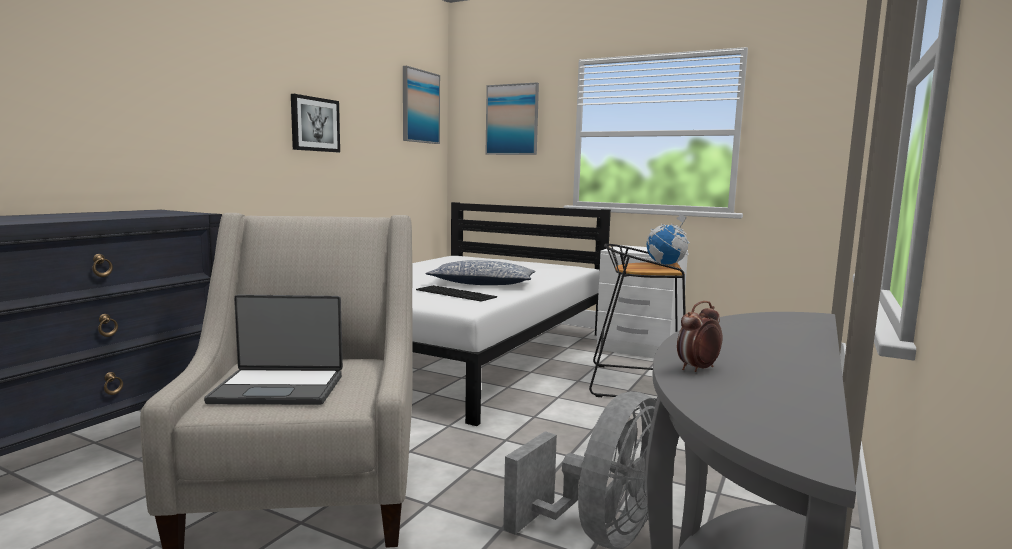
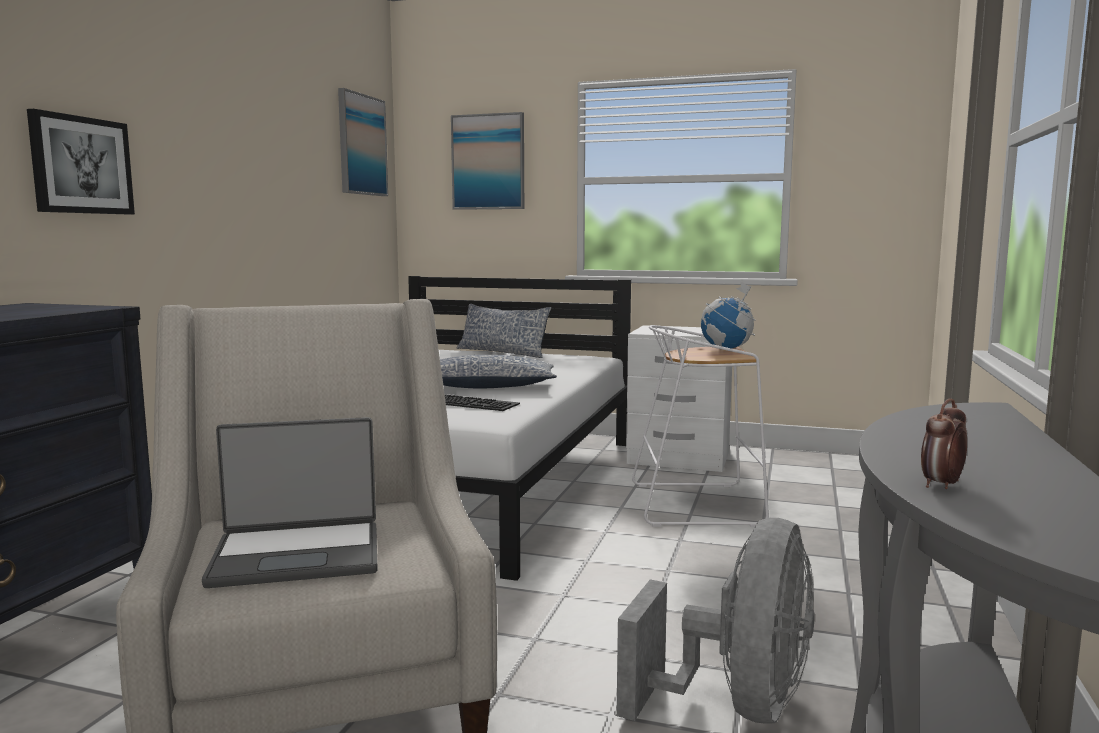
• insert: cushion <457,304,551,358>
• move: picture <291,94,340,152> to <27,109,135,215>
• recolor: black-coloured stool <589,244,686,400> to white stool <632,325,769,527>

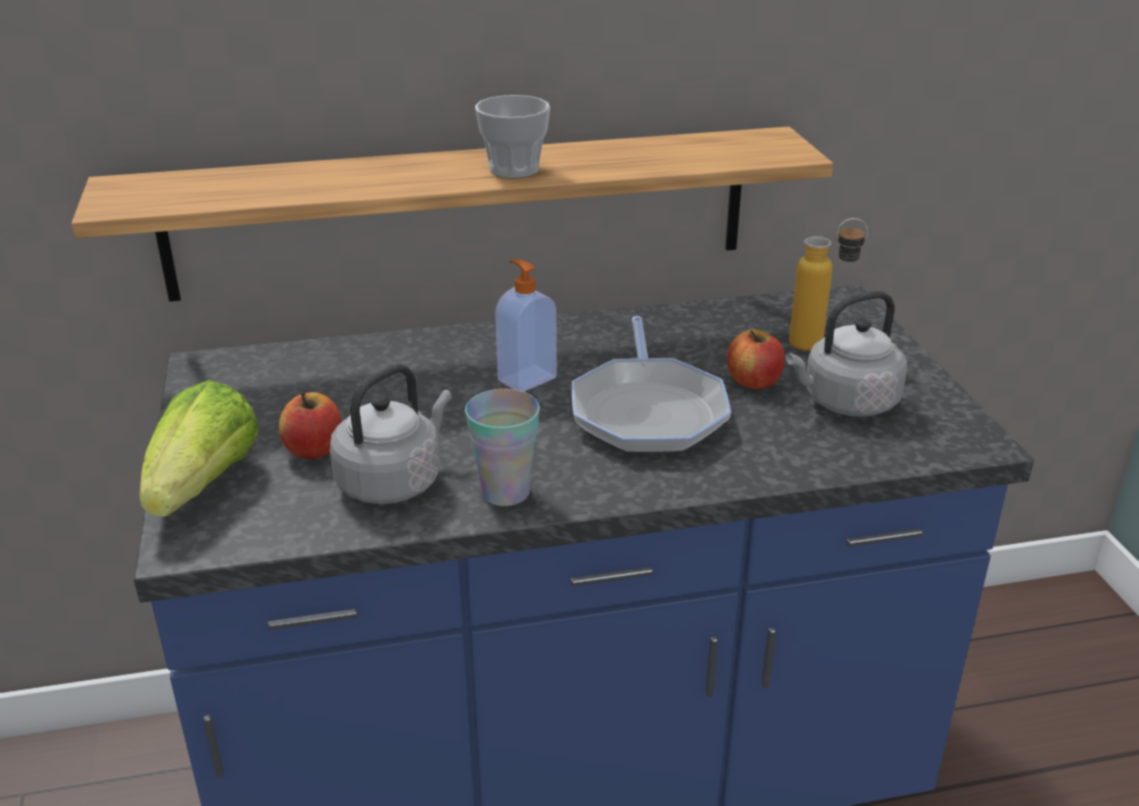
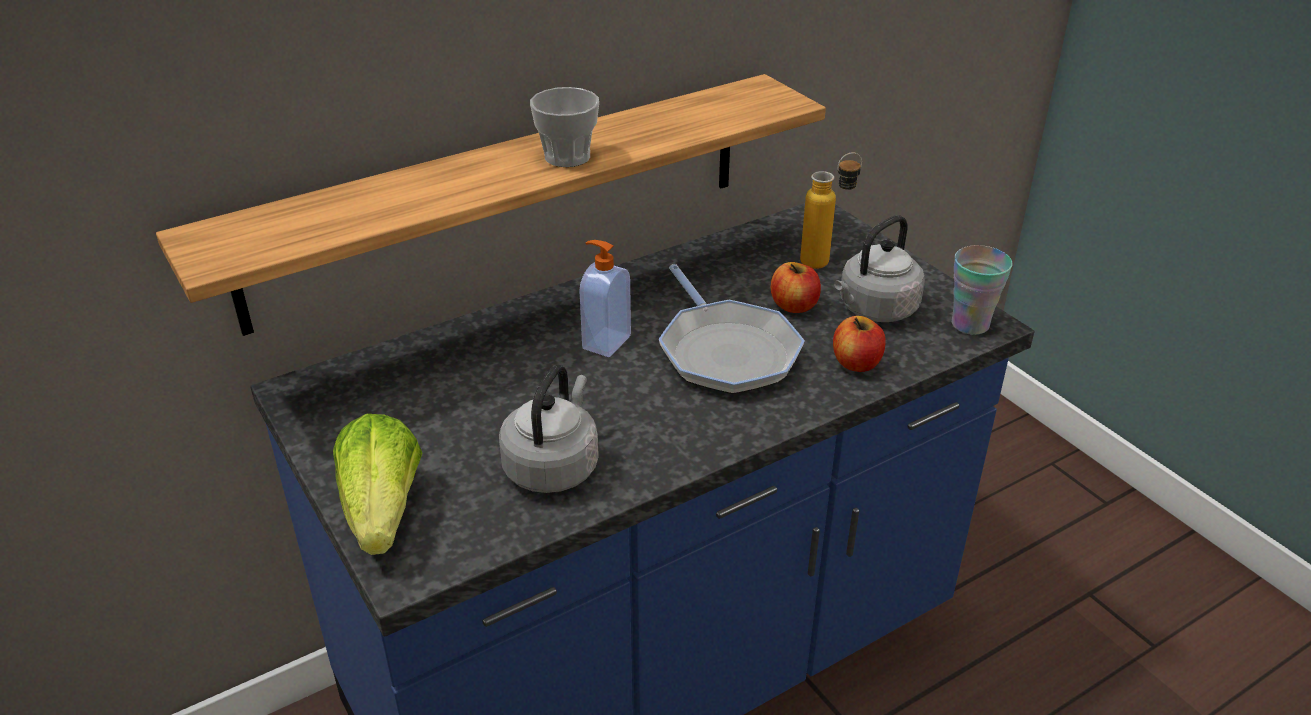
• move: apple fruit <279,392,342,459> to <833,316,886,372>
• move: drinking cup <465,389,540,506> to <952,245,1013,335>

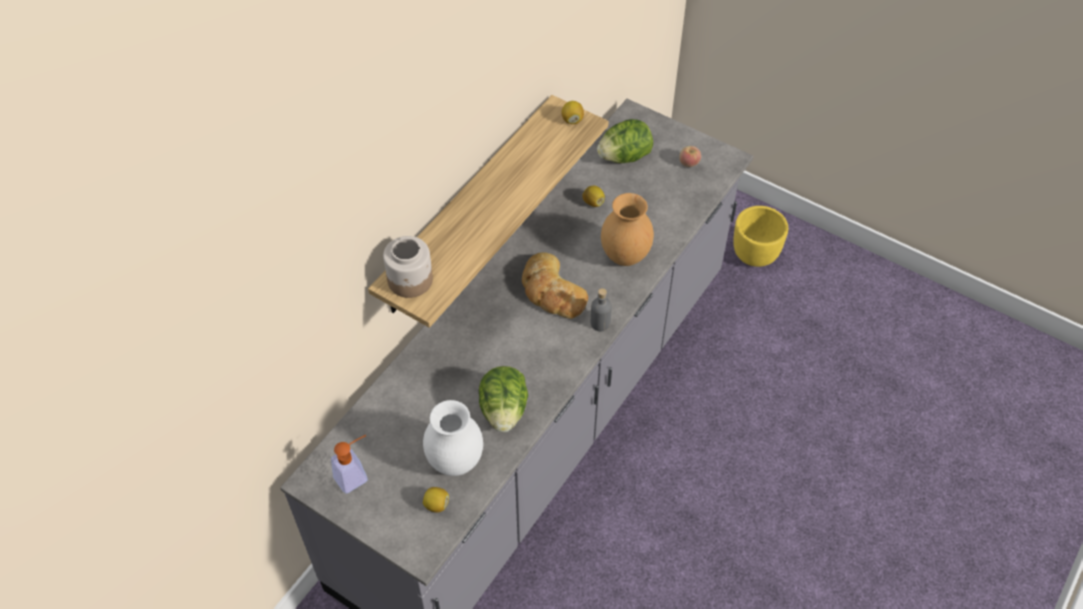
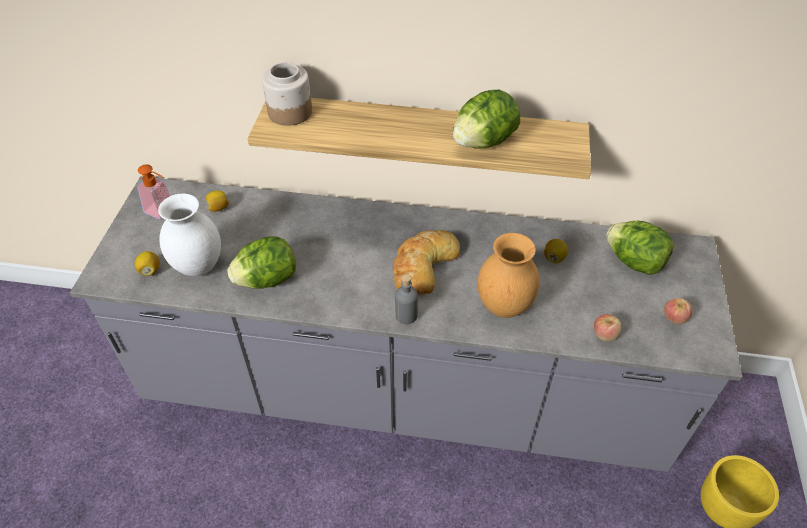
• insert: lettuce head <453,90,520,148>
• insert: apple fruit <594,314,621,341>
• move: lemon <561,101,584,124> to <206,190,229,212>

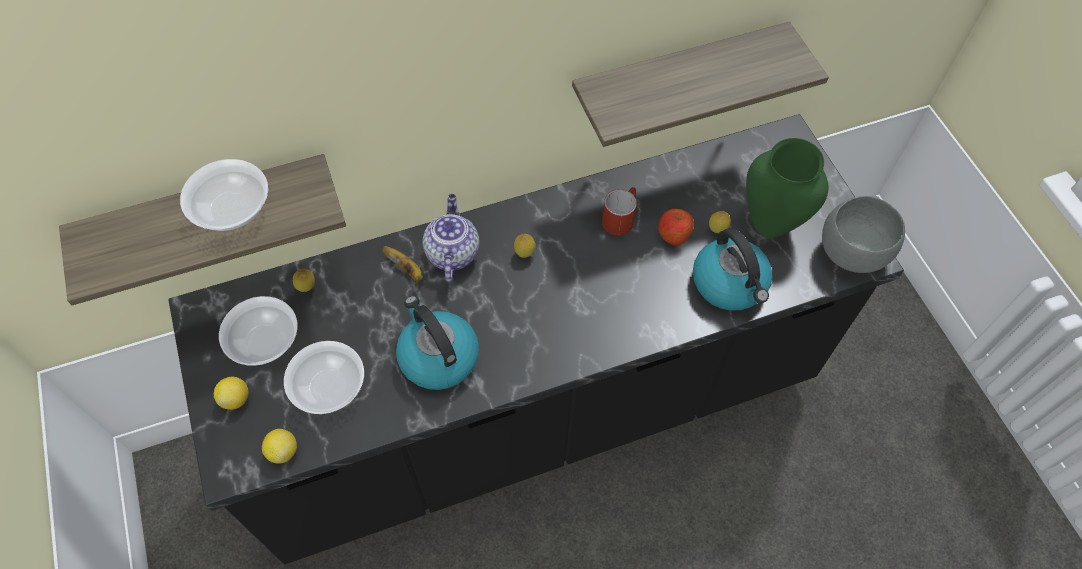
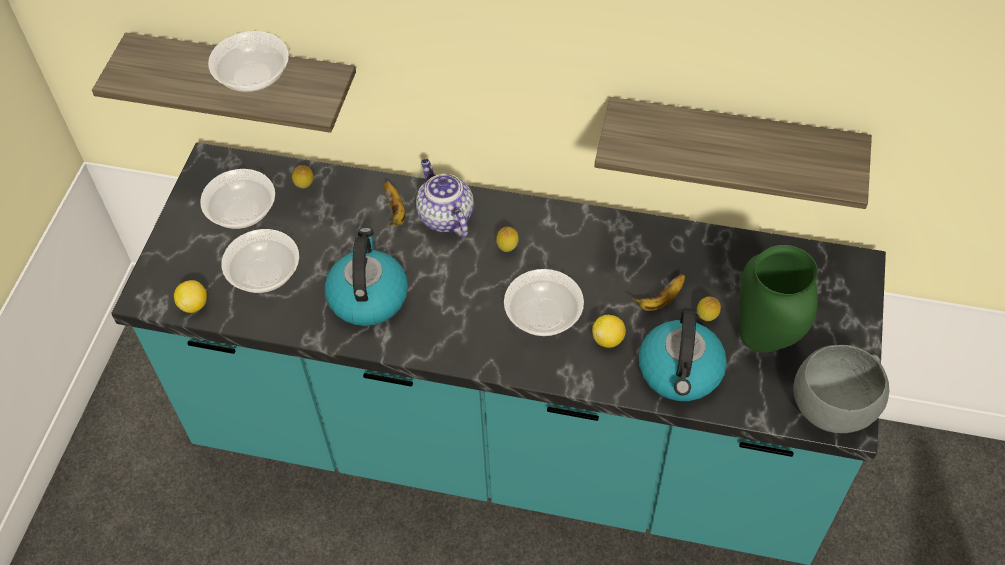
• delete: red-coloured mug <602,187,637,236>
• insert: serving bowl <504,269,584,336>
• move: lemon <214,377,248,410> to <592,315,626,348>
• replace: apple fruit <659,209,694,246> to whole banana <631,274,685,311>
• recolor: black-coloured kitchen counter <168,114,904,565> to turquoise-coloured kitchen counter <111,142,886,565>
• rotate: pot for tea <423,194,479,282> = <416,159,474,238> 60 degrees counterclockwise

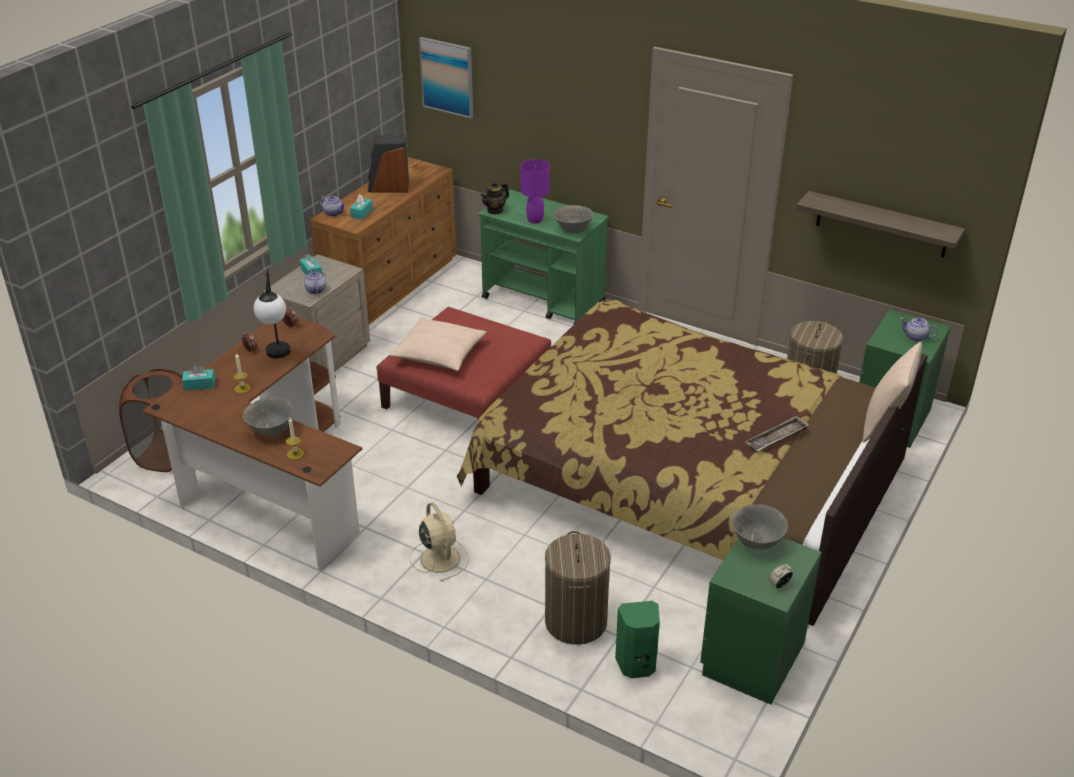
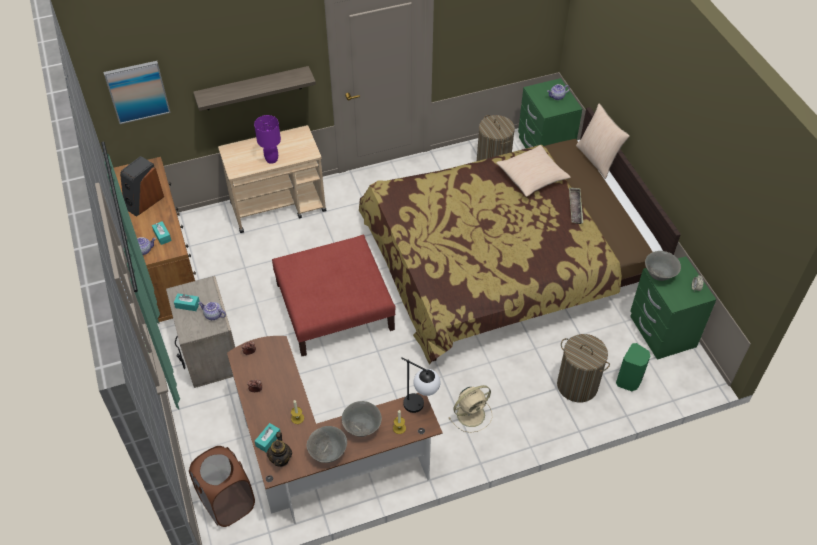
• move: tabletop lamp <254,269,290,358> to <401,357,441,413>
• move: sand-coloured cushion <390,317,487,371> to <496,145,571,197>
• move: pot for tea <481,181,509,215> to <266,432,292,467>
• move: gray serving bowl <554,205,594,233> to <306,426,347,463>
• move: shelf <796,191,965,258> to <193,66,316,111>
• recolor: green wheeled cart <479,190,609,324> to sand-coloured wheeled cart <218,125,326,233>
• rotate: sand-coloured cooling fan <410,502,469,582> = <448,385,492,433> 135 degrees clockwise

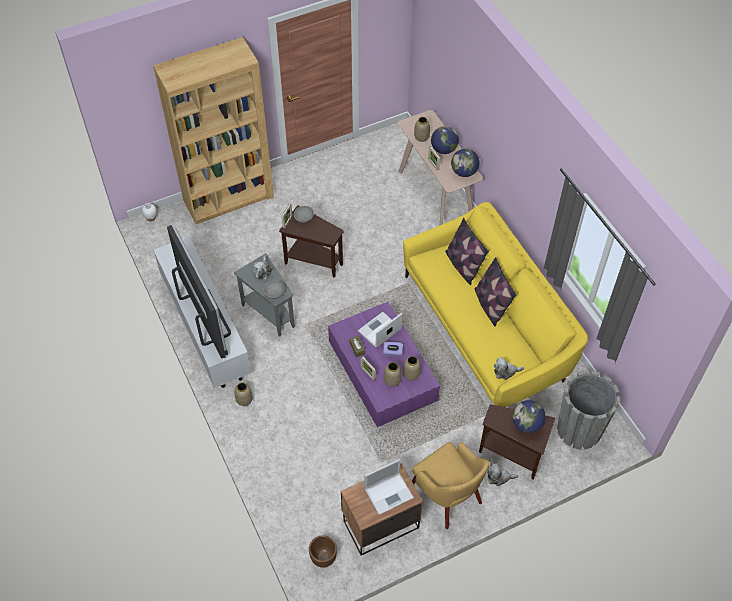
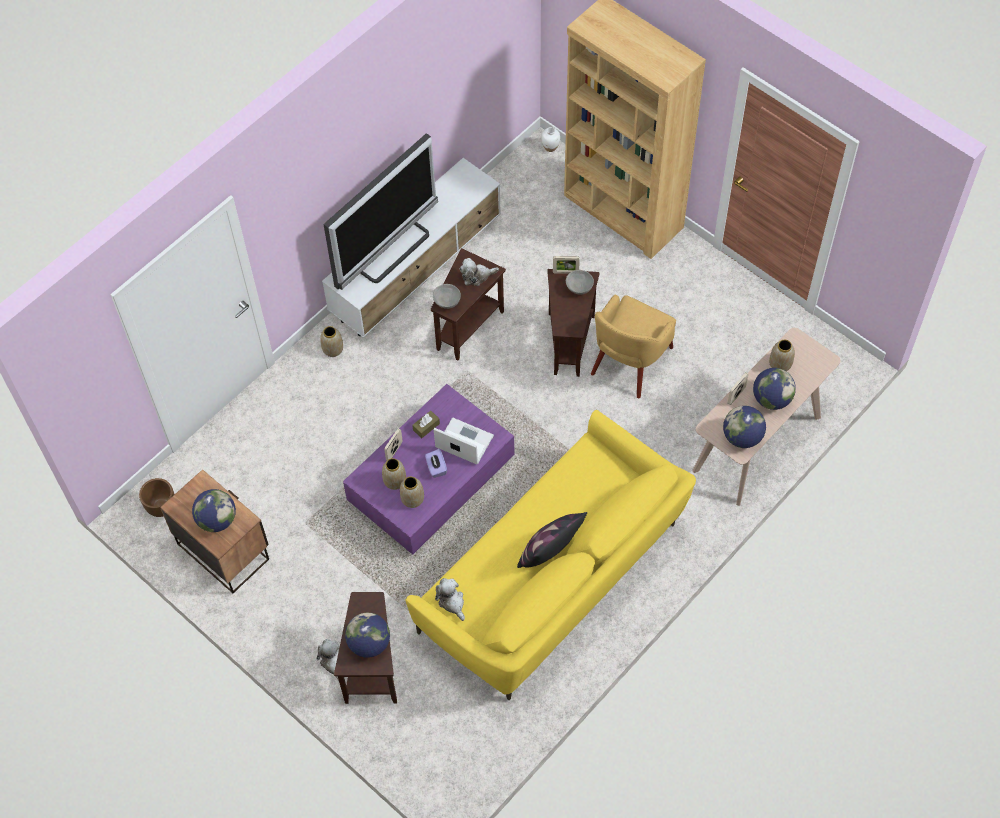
• delete: cushion <445,218,489,285>
• delete: gray plant pot <557,371,620,450>
• move: yellowish easy chair <412,442,490,529> to <591,294,676,398>
• replace: notebook computer <364,459,414,515> to globe <192,489,236,532>
• recolor: gray accent table <234,253,295,337> to brownish accent table <431,248,506,360>

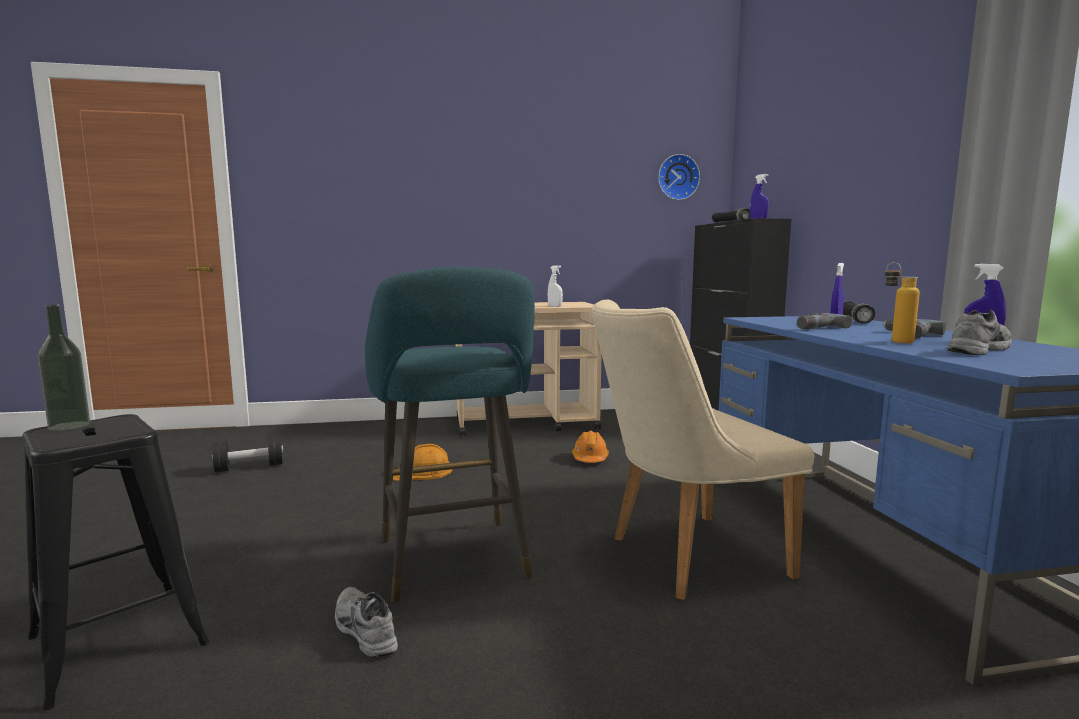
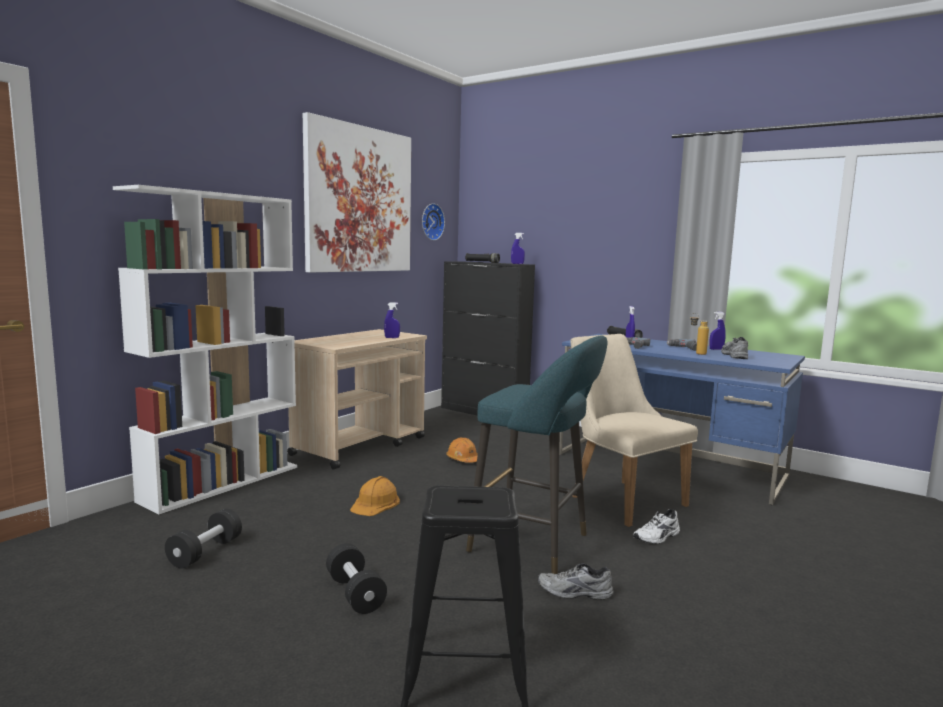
• delete: bottle <38,305,90,431>
• insert: white bookshelf <113,185,297,514>
• insert: picture <303,112,411,272>
• insert: black-coloured free weight <326,543,387,614>
• insert: white item of footwear <633,509,680,544>
• recolor: white sprayer <548,266,563,307> to blue sprayer <384,302,400,338>
• rotate: sand-coloured upright chair <591,300,814,600> = <570,334,698,527> 120 degrees clockwise

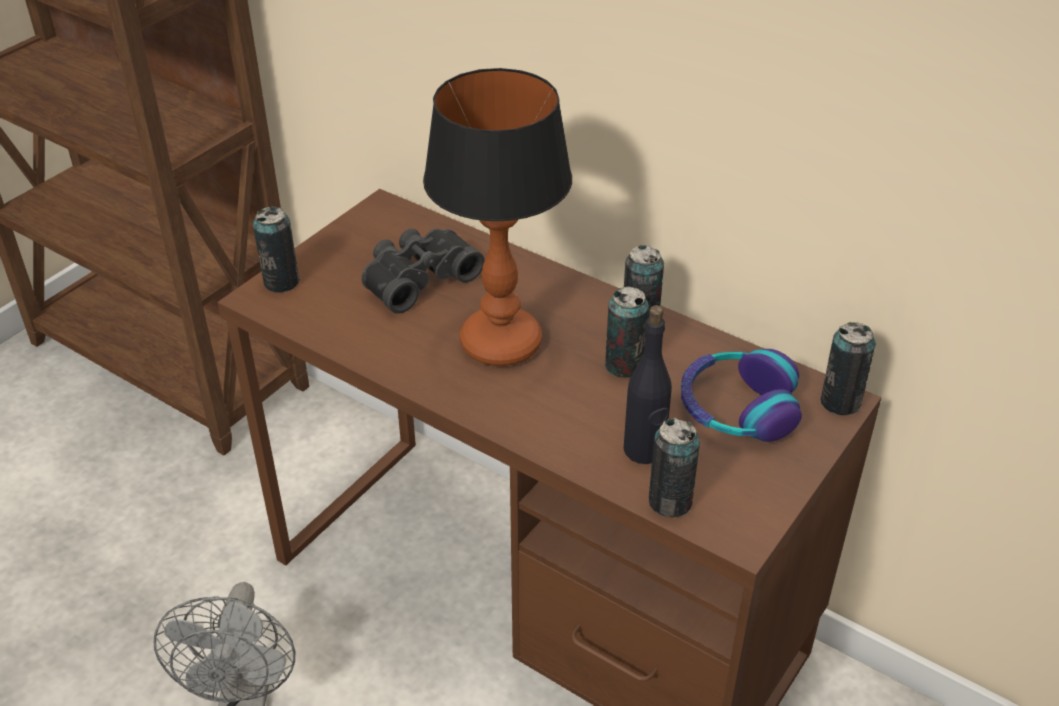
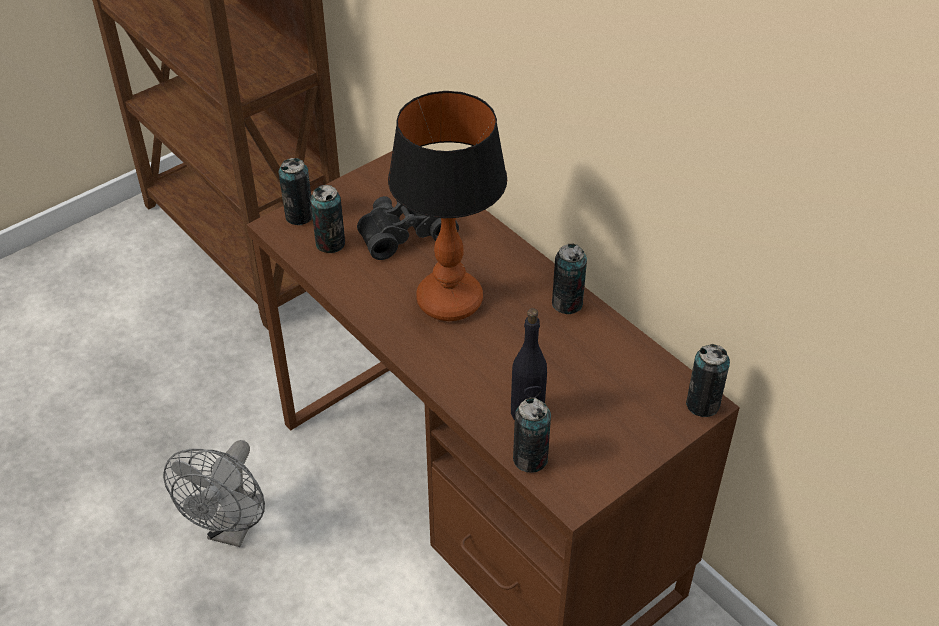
• delete: headphones <681,349,802,442>
• move: metal can <605,287,649,378> to <310,185,345,253>

